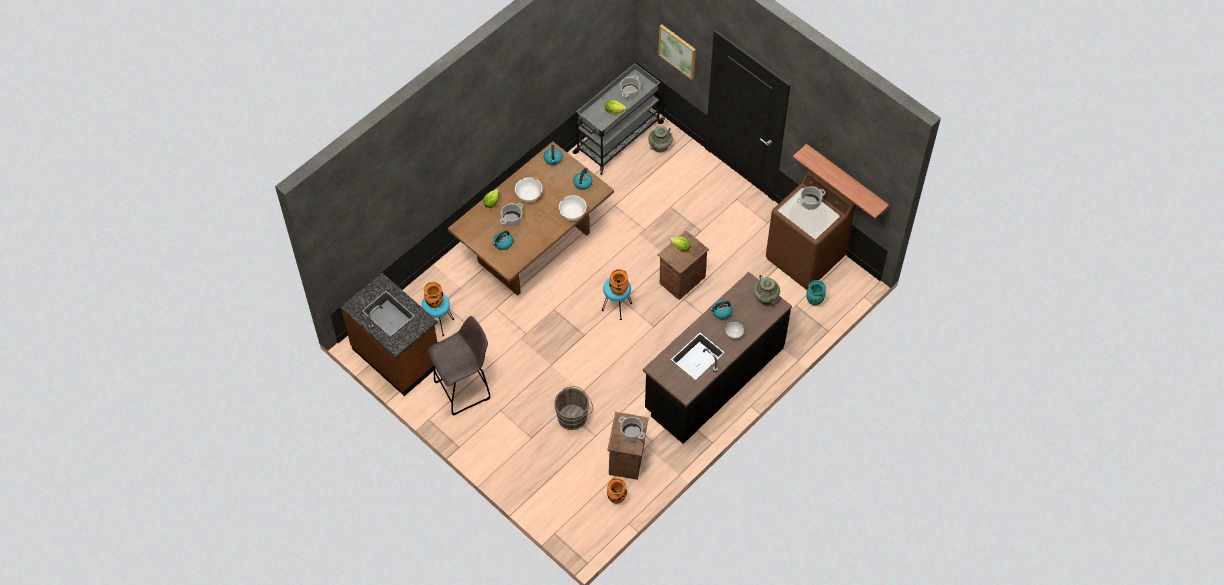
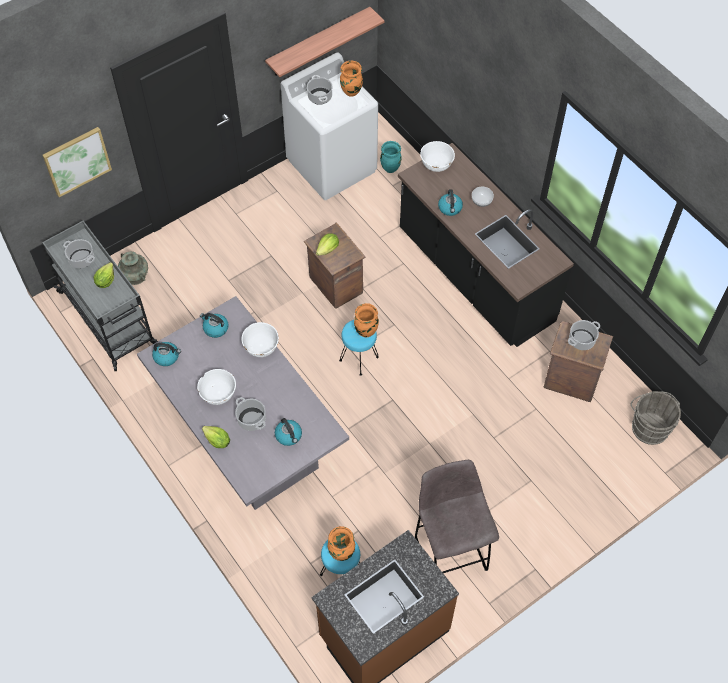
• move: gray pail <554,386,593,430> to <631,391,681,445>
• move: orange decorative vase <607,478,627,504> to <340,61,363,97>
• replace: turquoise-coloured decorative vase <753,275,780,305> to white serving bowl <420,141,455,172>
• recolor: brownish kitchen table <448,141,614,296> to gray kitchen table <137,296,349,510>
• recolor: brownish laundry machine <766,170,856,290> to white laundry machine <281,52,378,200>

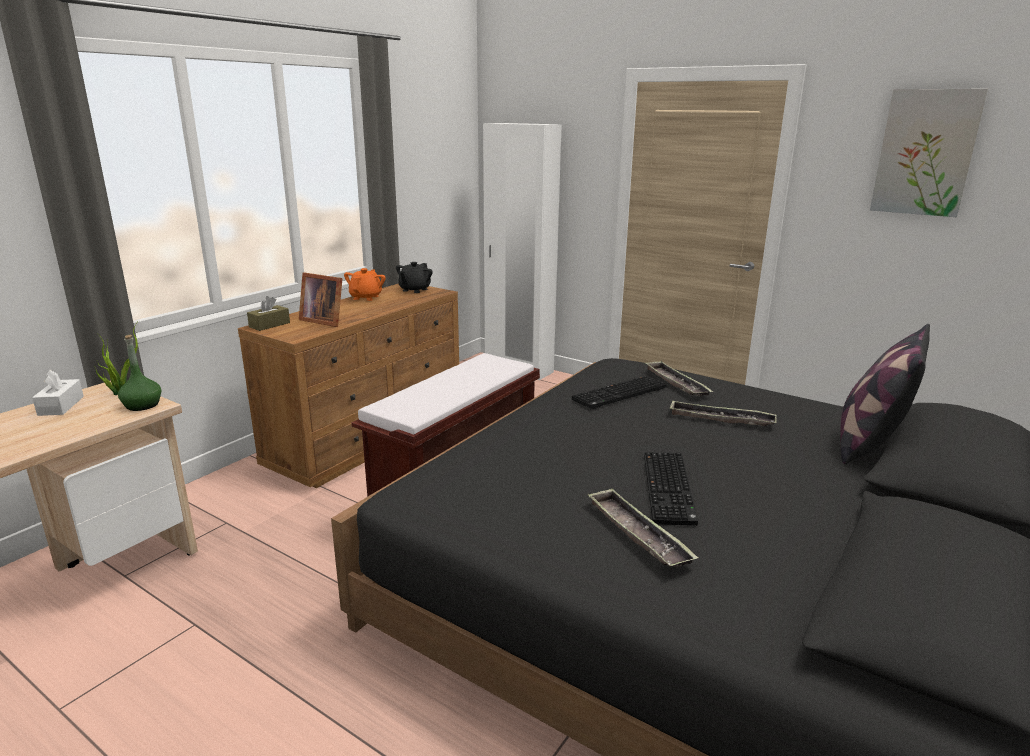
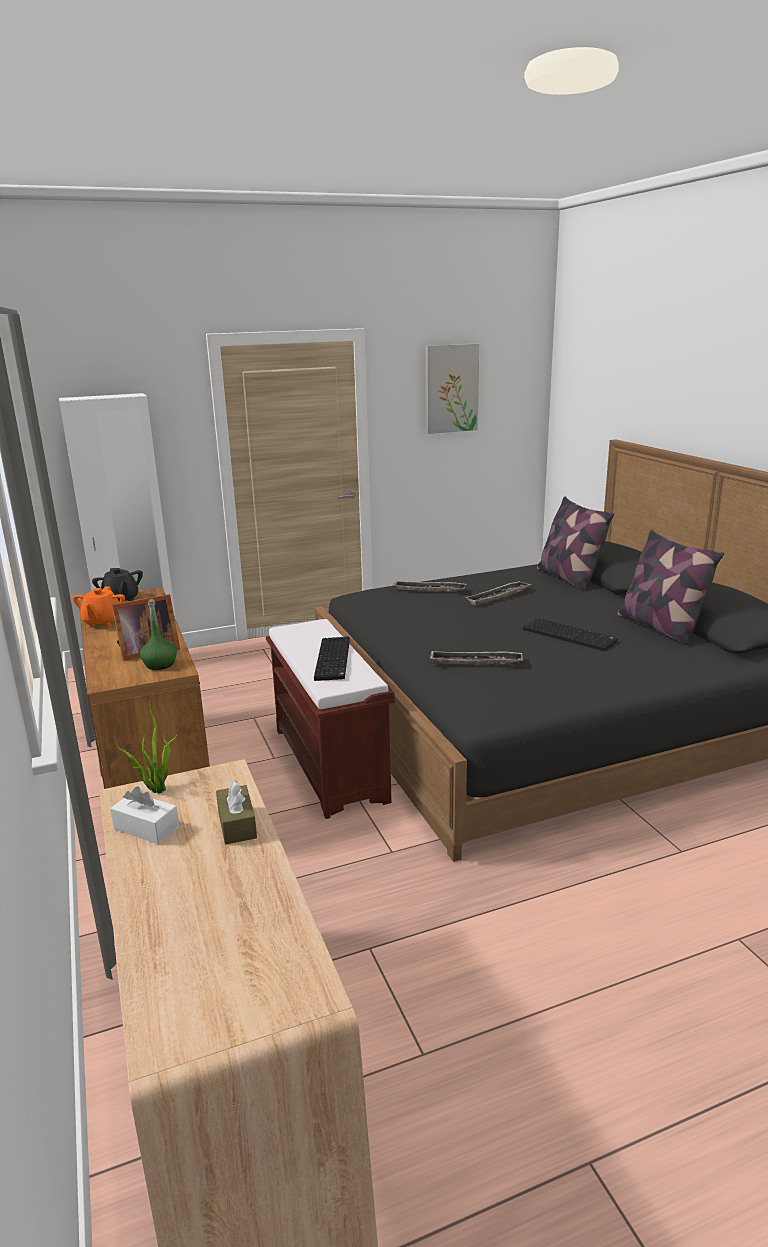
• insert: cushion <617,530,724,645>
• move: green bottle <118,335,161,411> to <140,599,177,670>
• move: brownish box of tissues <247,296,290,331> to <216,779,257,845>
• move: PC keyboard <572,376,667,409> to <314,637,350,681>
• move: tray <587,488,699,567> to <430,651,523,665>
• rotate: orange pot for tea <344,268,386,301> = <72,586,125,627> 135 degrees counterclockwise

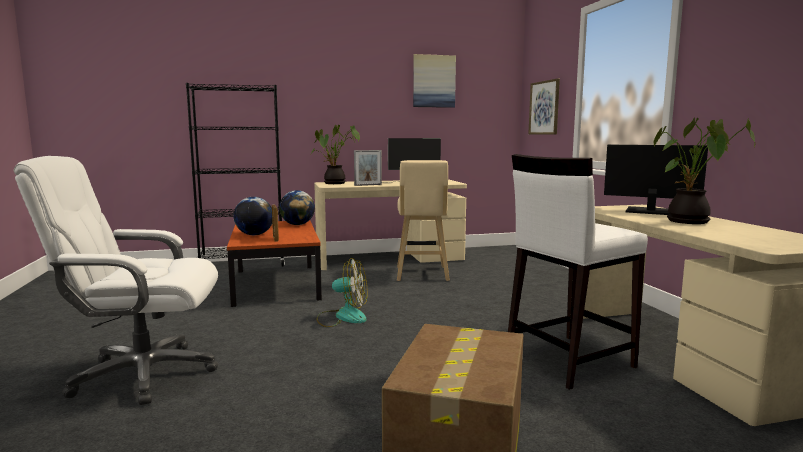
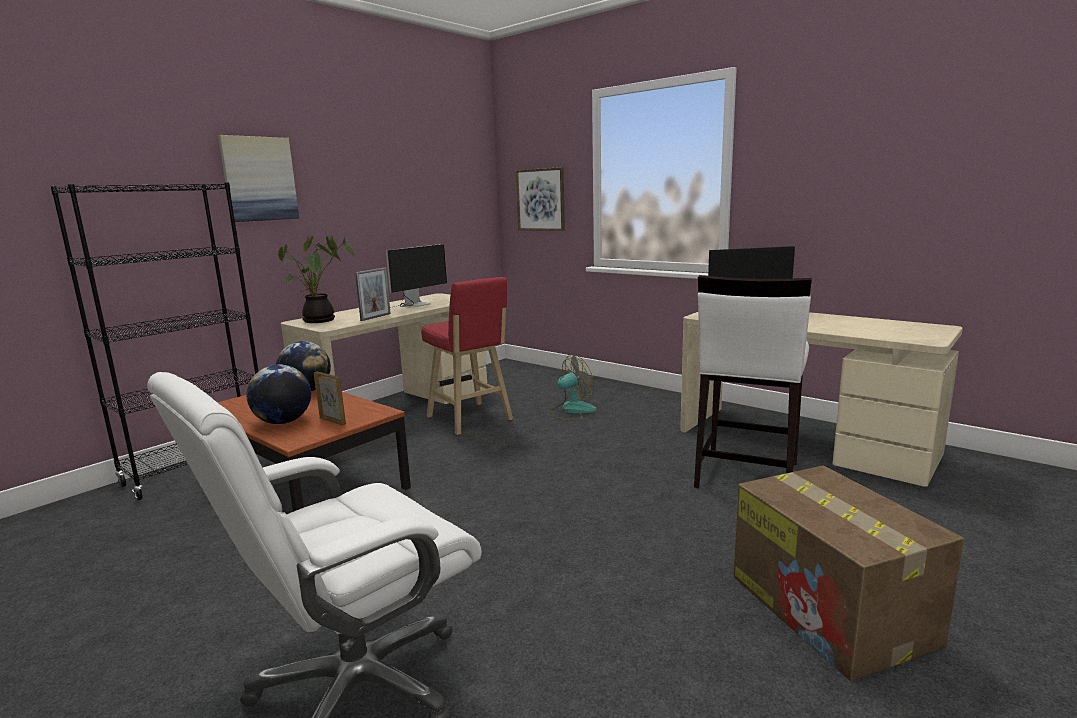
• delete: houseplant <654,117,755,224>
• move: cooling fan <316,258,368,327> to <547,355,596,421>
• move: picture <413,54,456,108> to <218,135,299,222>
• recolor: sand-coloured stool <397,160,450,281> to red-coloured stool <421,277,513,435>

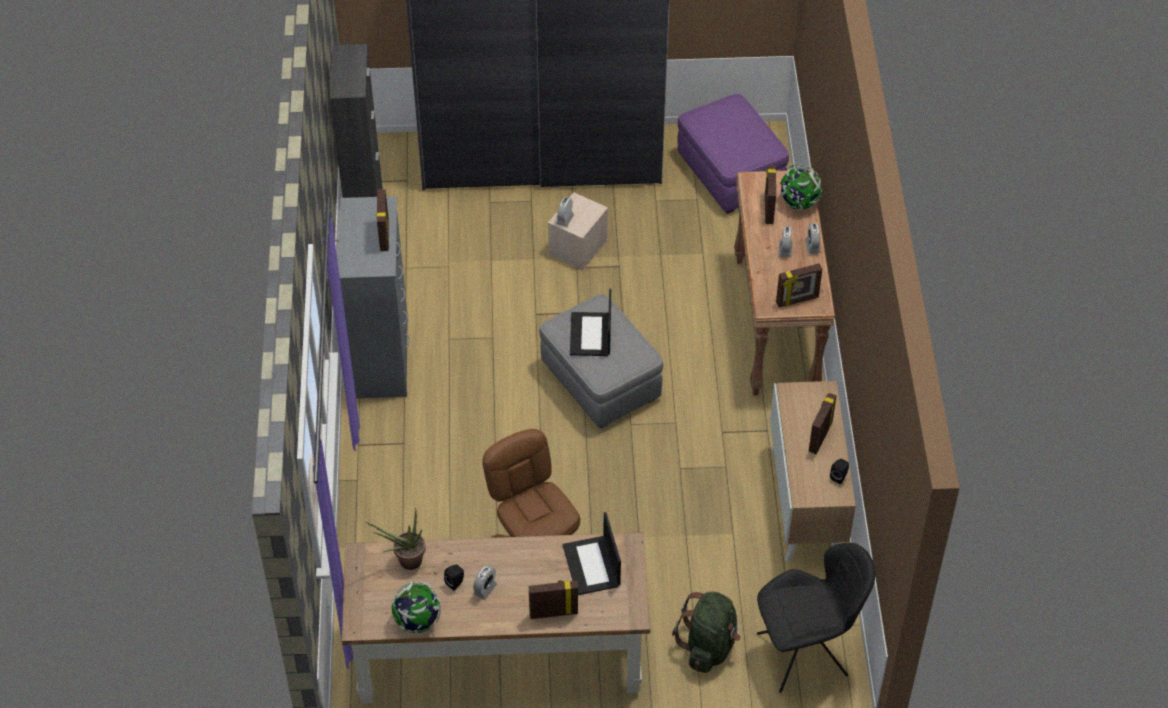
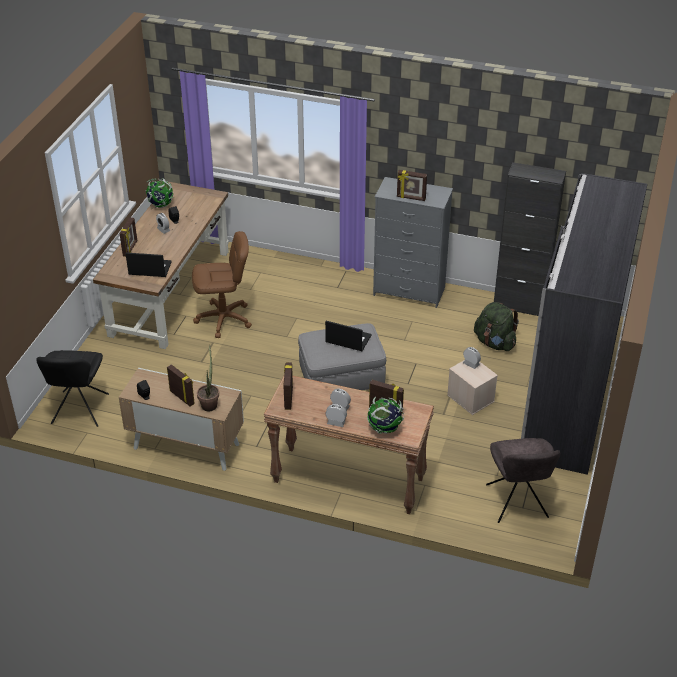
• move: houseplant <366,508,426,570> to <197,345,219,412>
• move: green backpack <672,592,741,673> to <474,302,519,351>
• replace: purplish ottoman <678,94,789,214> to gray upright chair <486,438,560,523>

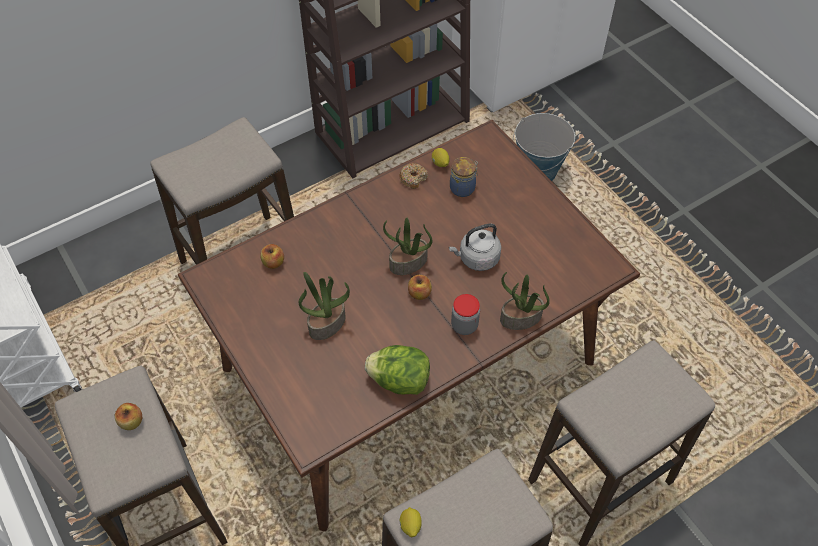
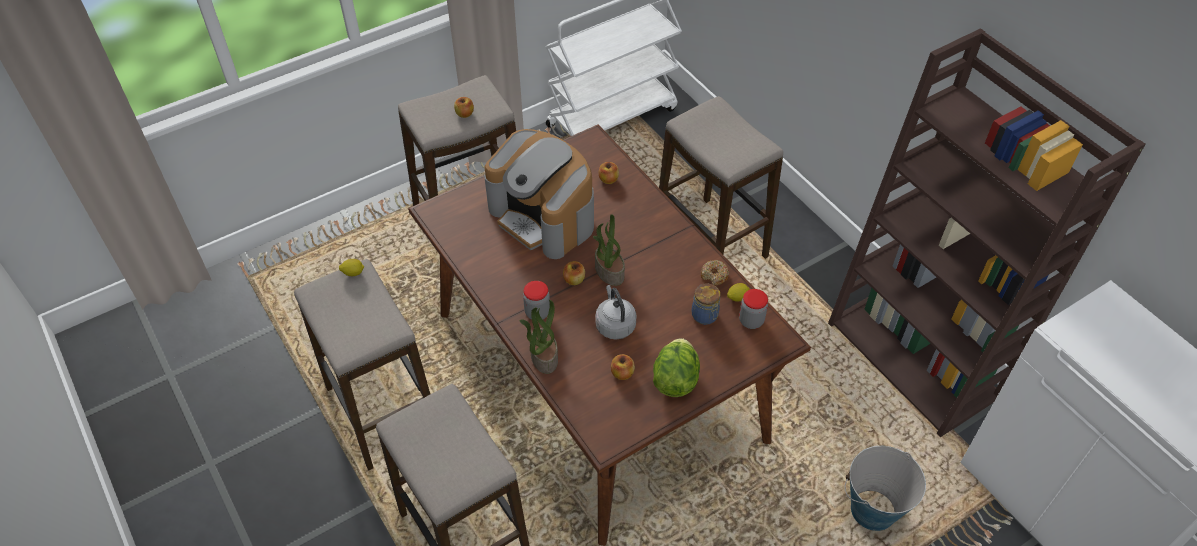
• insert: apple fruit <611,354,635,380>
• insert: preserve jar <739,289,768,329>
• move: lettuce head <365,345,430,395> to <653,338,700,397>
• replace: houseplant <299,272,350,340> to coffee brewer <484,129,594,259>

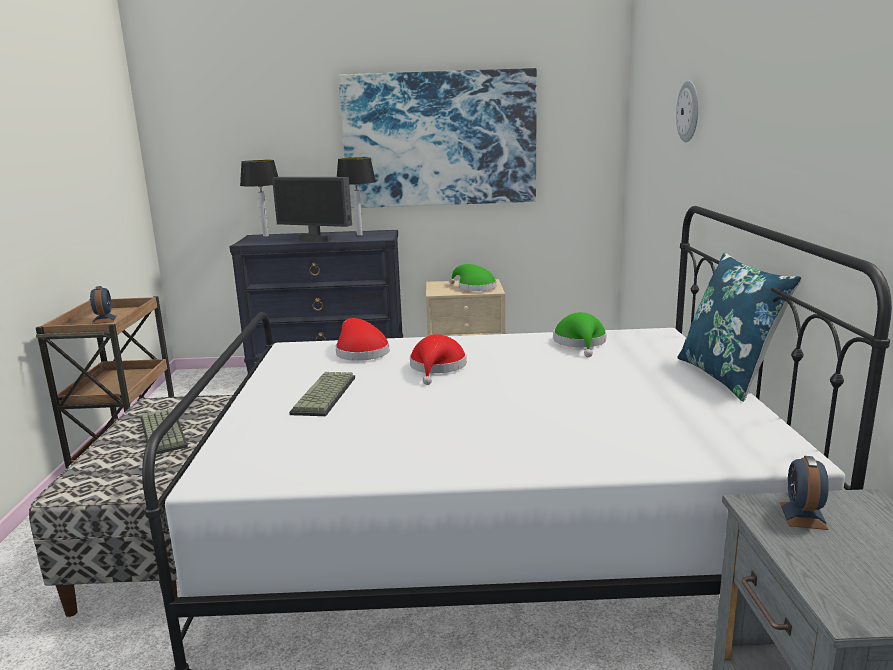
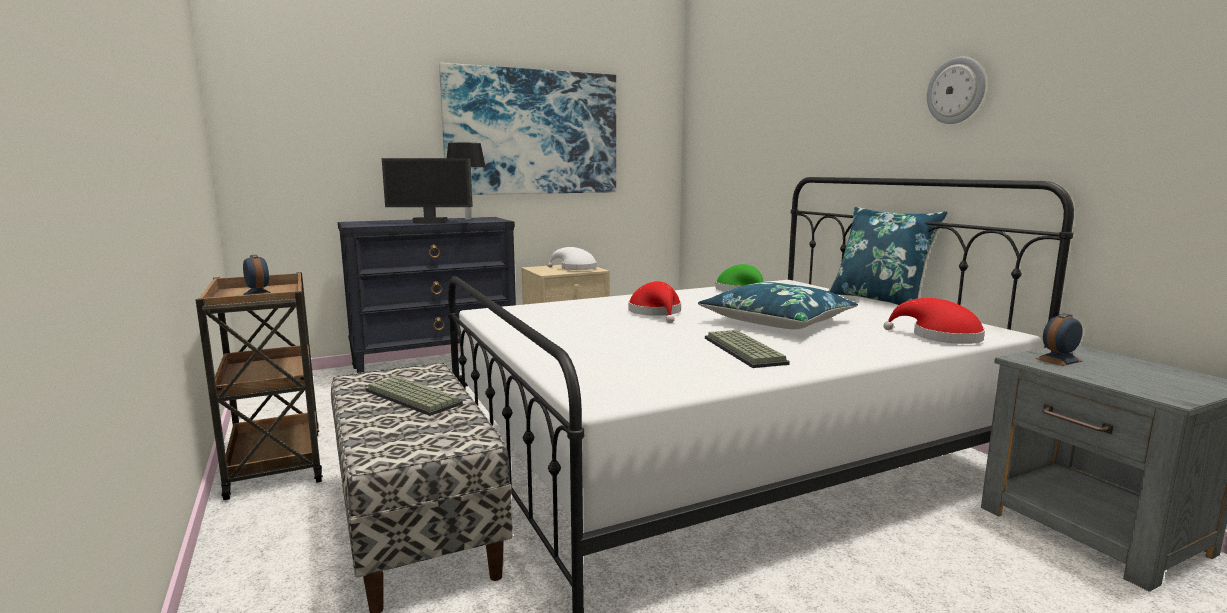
• delete: tabletop lamp <240,160,278,237>
• insert: blue cushion <698,282,858,329>
• move: PC keyboard <289,372,355,416> to <705,330,790,368>
• move: red-coloured wearable hat <336,318,389,361> to <883,298,985,344>
• move: hanging clock <676,81,699,142> to <927,56,986,124>
• recolor: green wearable hat <449,264,496,291> to white wearable hat <547,247,597,270>
• rotate: alarm clock <780,456,829,530> = <1035,313,1083,366> 75 degrees clockwise

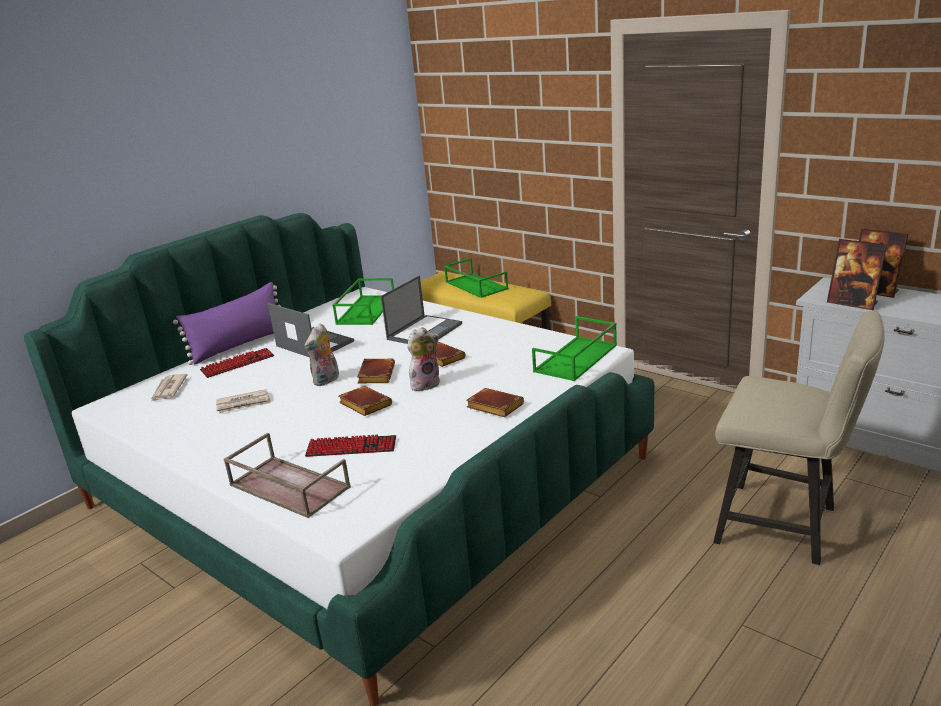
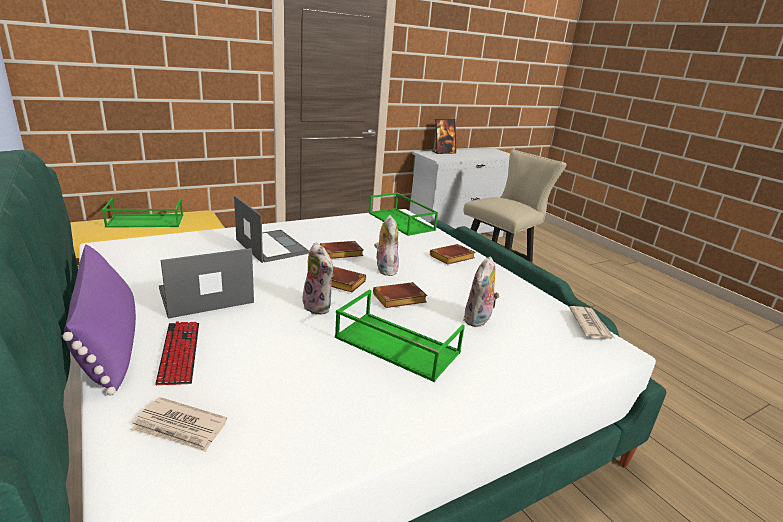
• delete: brownish tray <224,433,351,518>
• delete: standing frame <827,239,887,310>
• move: printed paper <216,389,271,413> to <569,306,615,339>
• move: green tray <333,278,394,325> to <335,290,465,382>
• replace: PC keyboard <305,434,396,457> to soft toy <463,257,500,327>

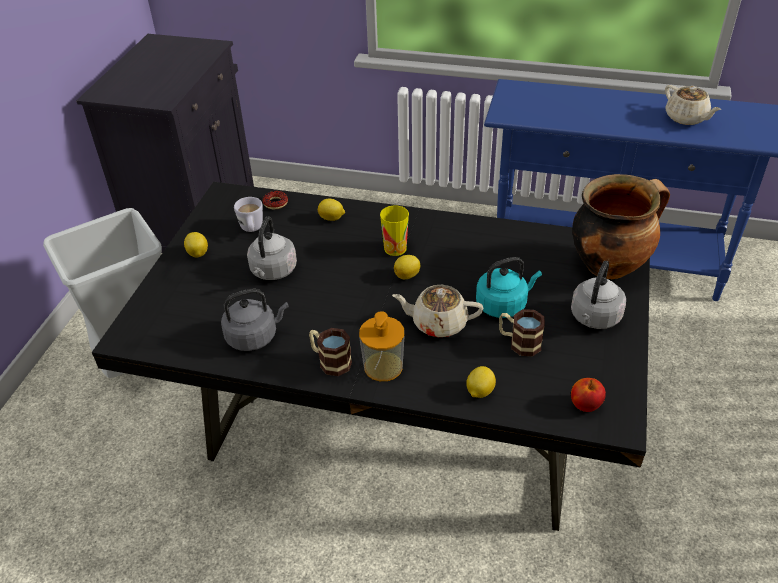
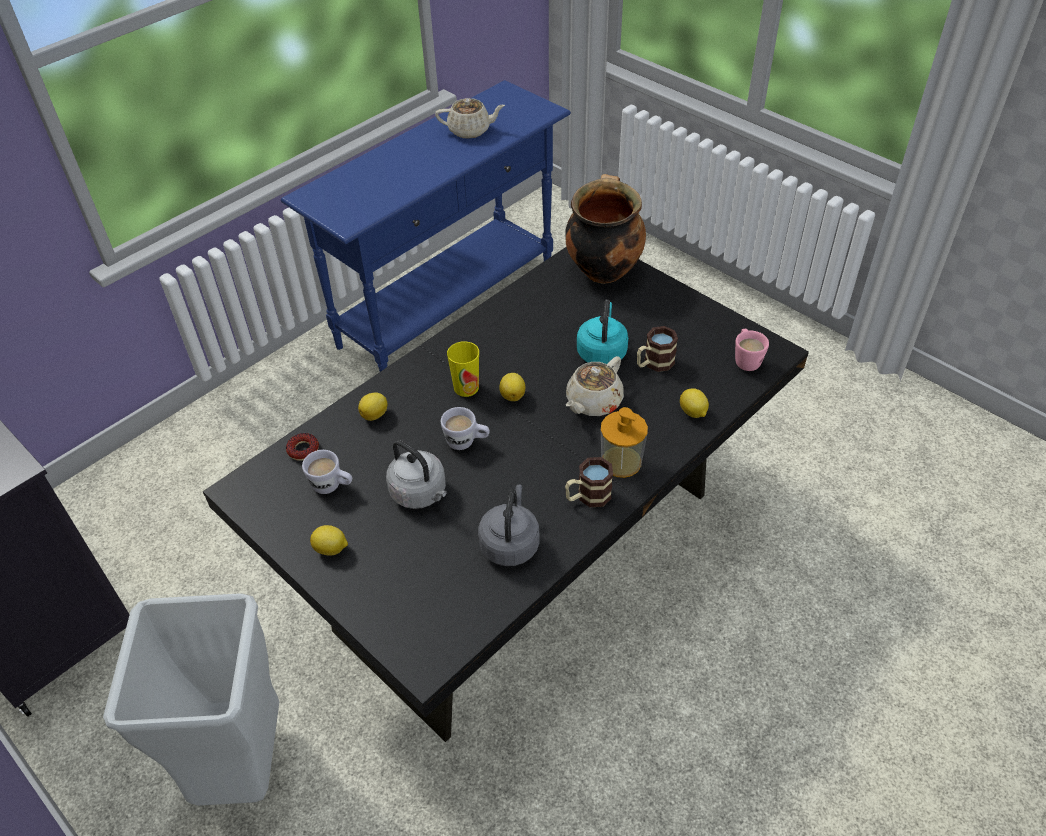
• delete: gray water kettle <571,261,626,329>
• insert: white mug <441,407,490,450>
• replace: apple fruit <571,378,606,412> to pink-coloured mug <735,329,769,371>

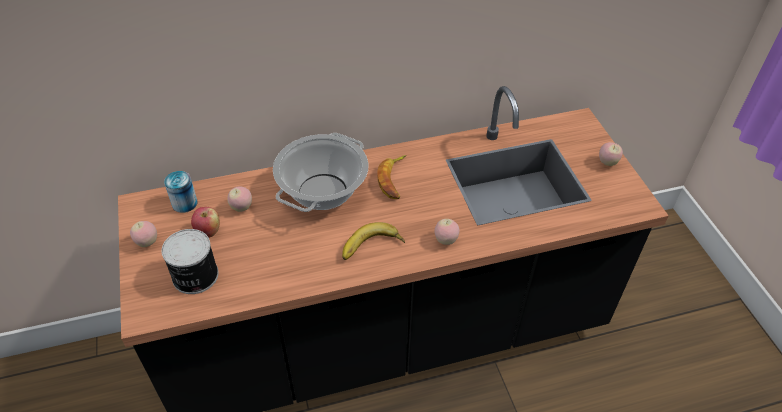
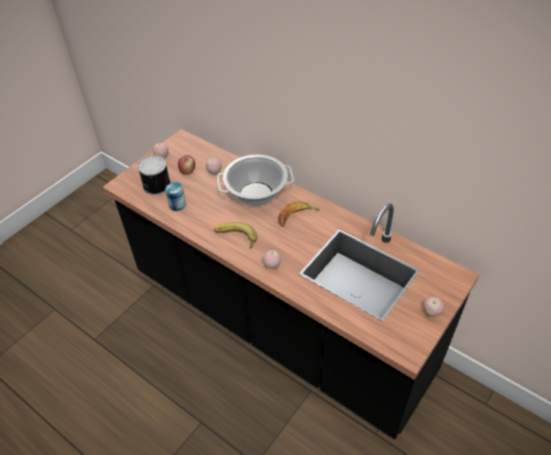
• move: metal can <164,171,198,213> to <165,182,186,211>

